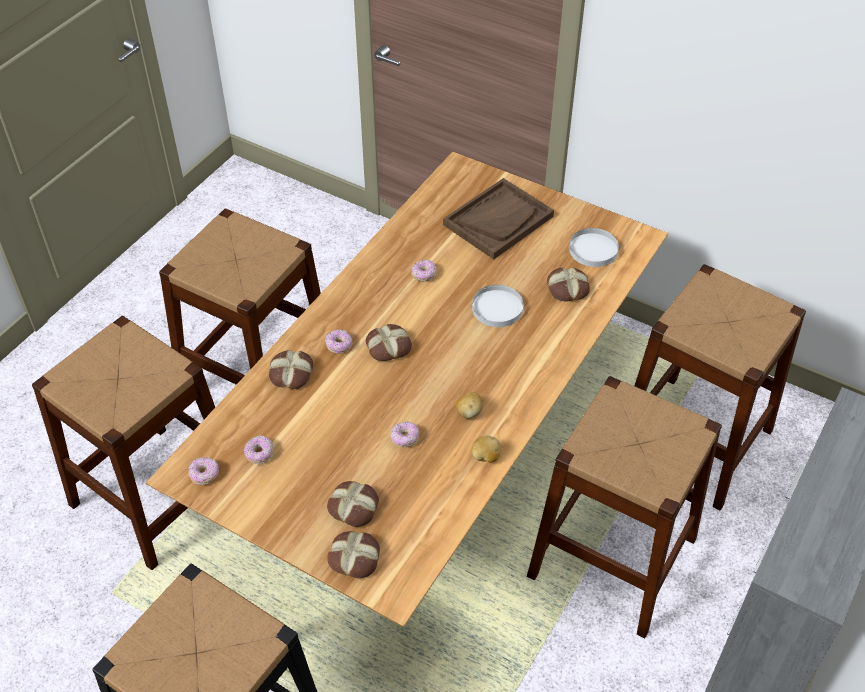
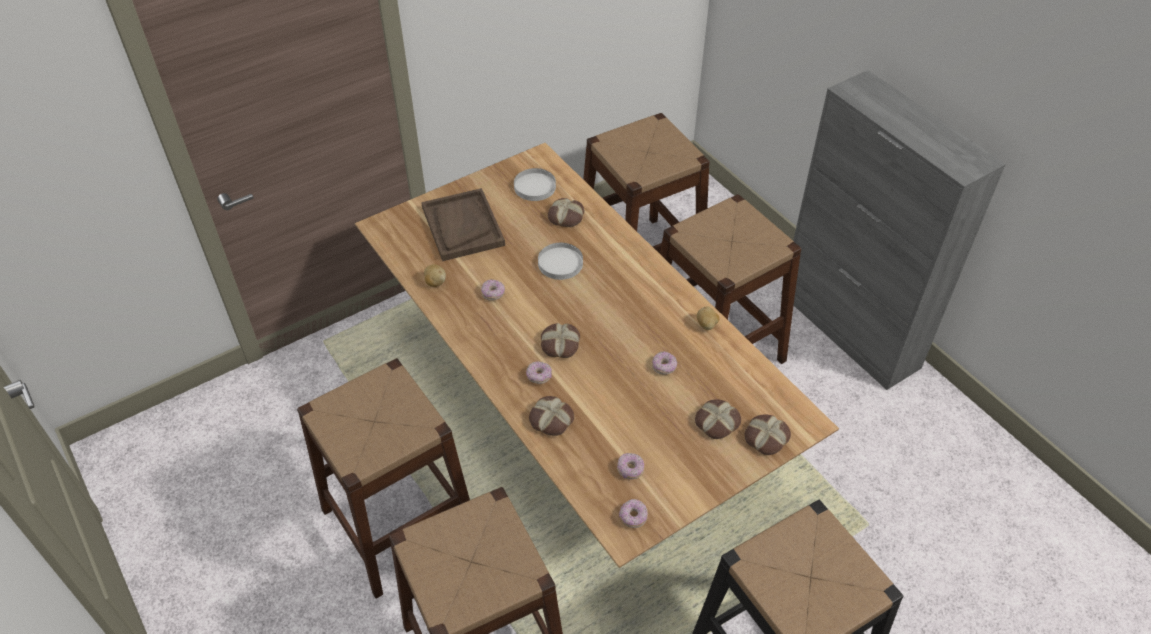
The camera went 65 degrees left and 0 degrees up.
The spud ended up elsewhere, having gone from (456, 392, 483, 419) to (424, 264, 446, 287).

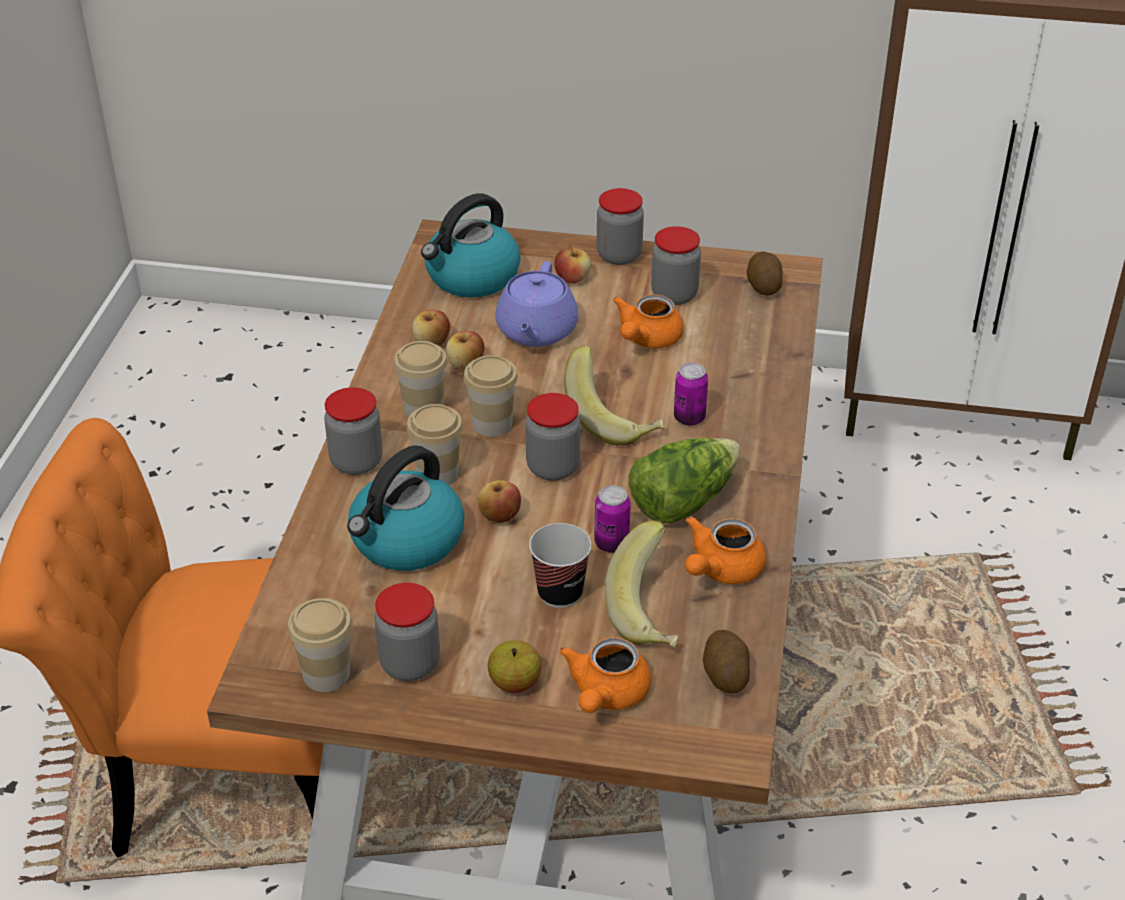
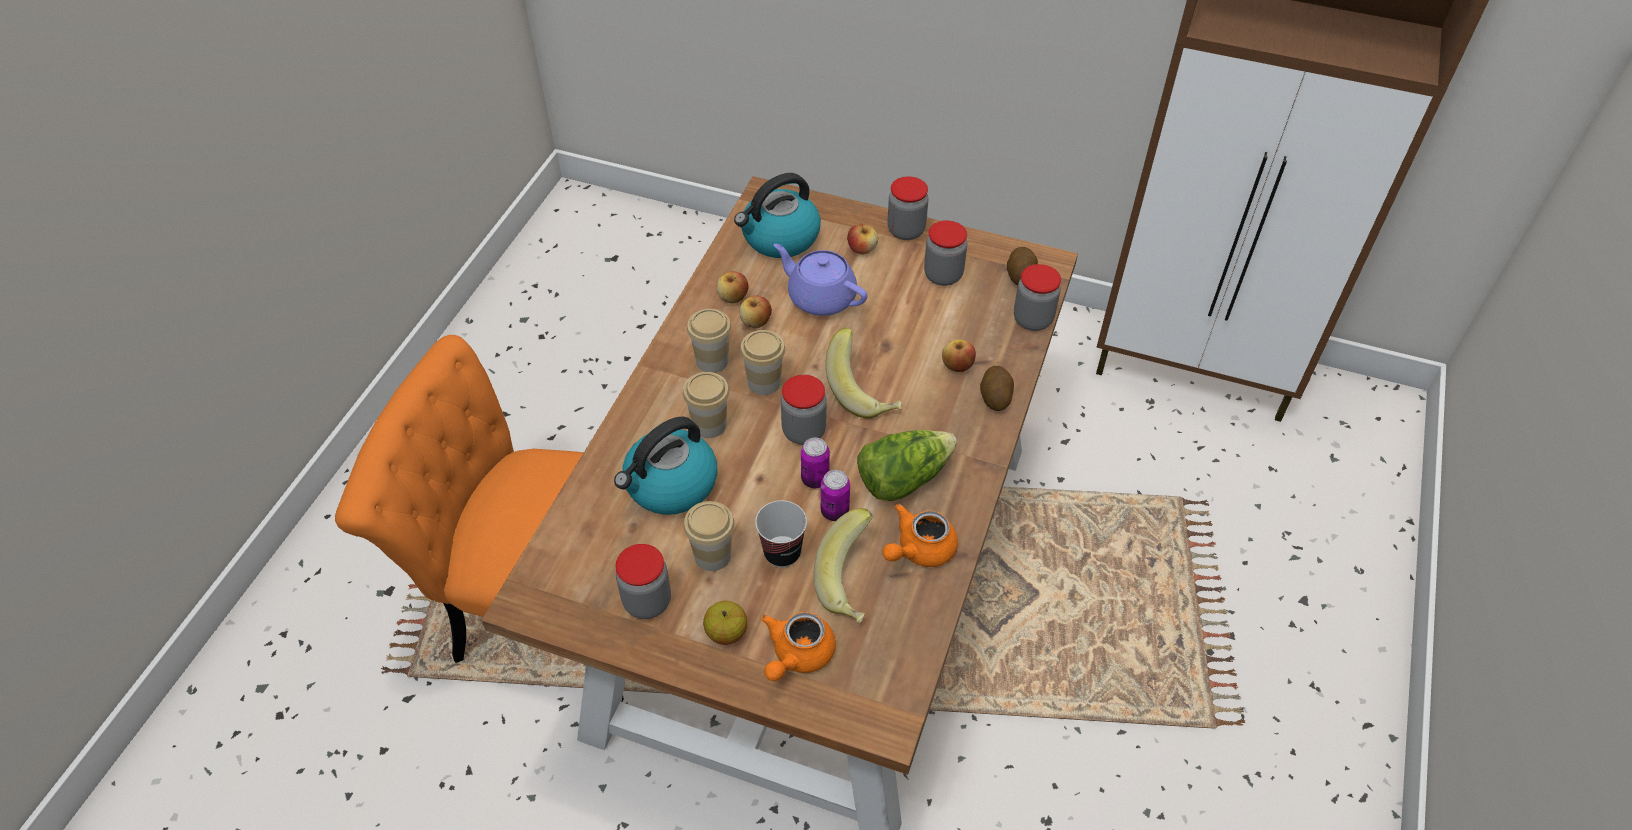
The camera went 10 degrees right and 10 degrees up.
The second view lost the pot for tea/orangey at (613, 294, 684, 348).
The drinking cup ended up elsewhere, having gone from (288, 598, 352, 692) to (684, 501, 734, 571).
The storage jar ended up elsewhere, having gone from (324, 387, 382, 475) to (1014, 264, 1061, 331).
The whole apple ended up elsewhere, having gone from (477, 481, 521, 523) to (942, 340, 976, 372).
The can ended up elsewhere, having gone from (674, 363, 708, 426) to (801, 437, 830, 488).
The spud ended up elsewhere, having gone from (703, 630, 750, 694) to (980, 366, 1014, 411).
The pot for tea/purplish at (496, 261, 578, 347) ended up facing another way, 105 degrees clockwise from before.

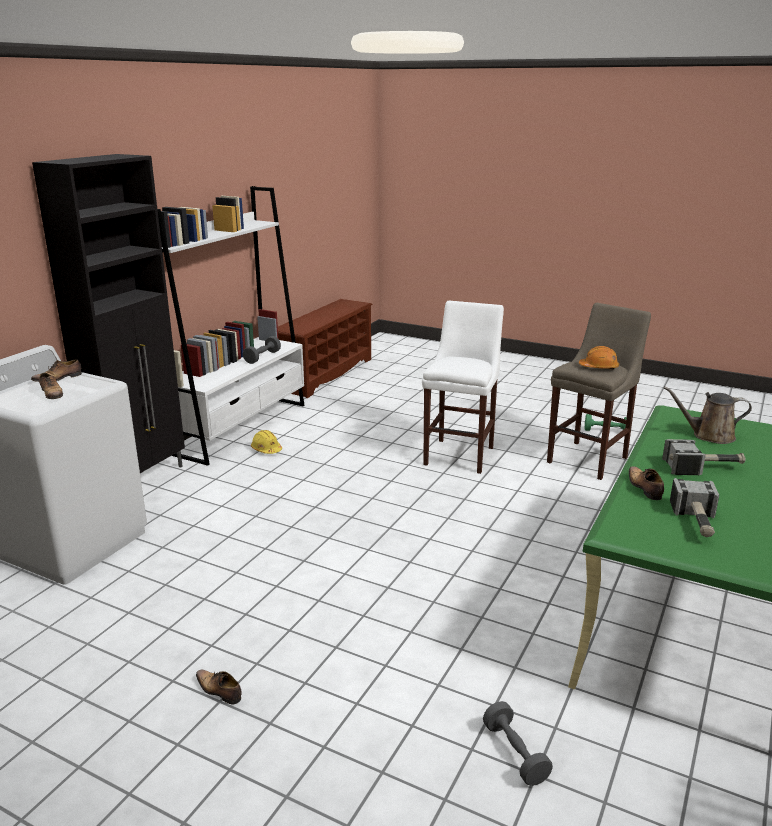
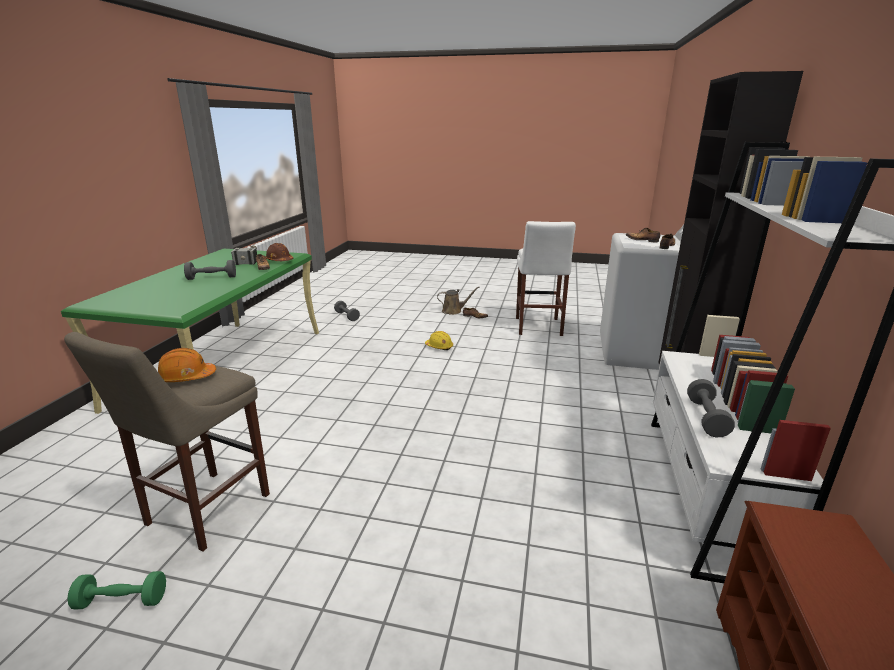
The camera went 165 degrees right and 0 degrees up.
The second view gained the work helmet/brown-coloured at (266, 243, 293, 261).
The work helmet/yellowish ended up elsewhere, having gone from (251, 430, 282, 454) to (425, 331, 453, 351).
The stool seat/white-coloured ended up elsewhere, having gone from (422, 300, 504, 474) to (516, 221, 576, 336).
The watering pot/brown-coloured ended up elsewhere, having gone from (664, 386, 752, 444) to (437, 287, 479, 315).
Where the hammer stood at (662, 439, 745, 475), the hand weight/greyish came to stand at (184, 260, 236, 280).

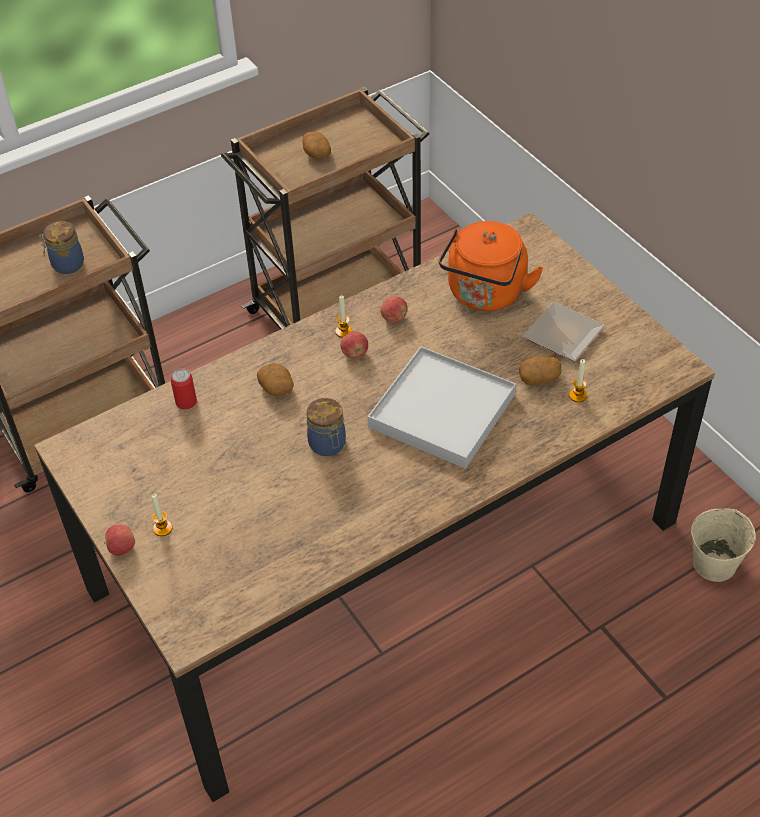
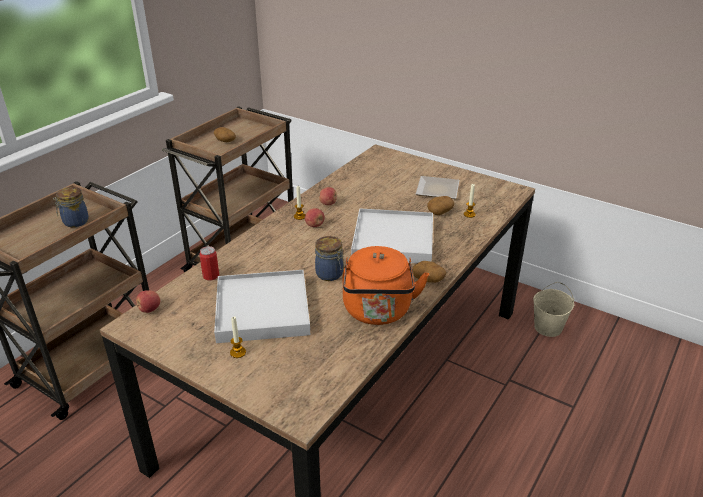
The camera went 25 degrees left and 15 degrees down.
The second view gained the carrying tray/white-coloured at (214, 270, 310, 343).
The whole apple ended up elsewhere, having gone from (104, 525, 135, 556) to (136, 290, 160, 313).
The spud ended up elsewhere, having gone from (257, 363, 294, 397) to (412, 261, 446, 283).
The tea kettle/orangey ended up elsewhere, having gone from (439, 221, 543, 311) to (343, 246, 429, 325).

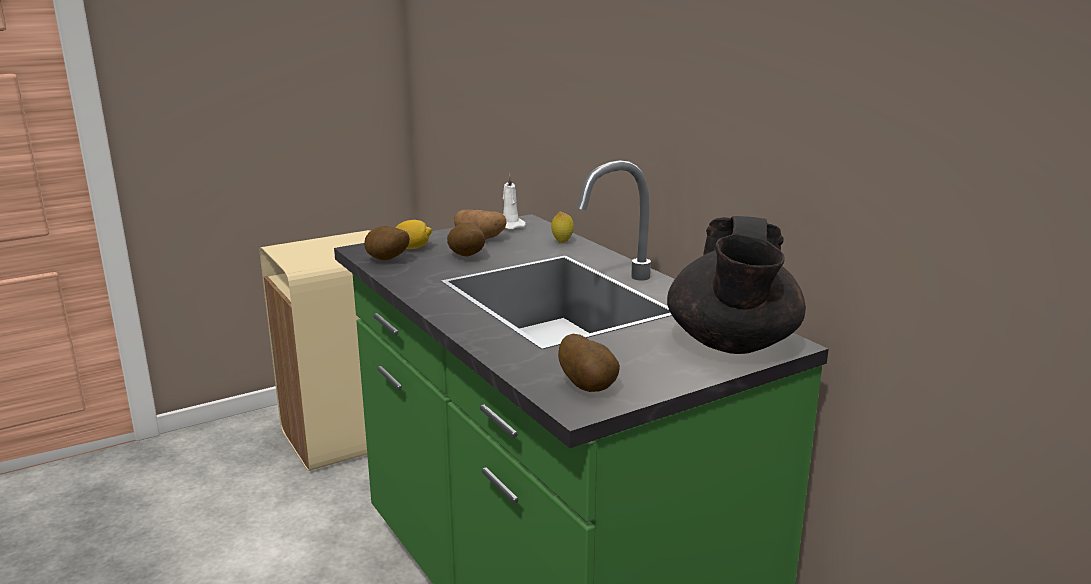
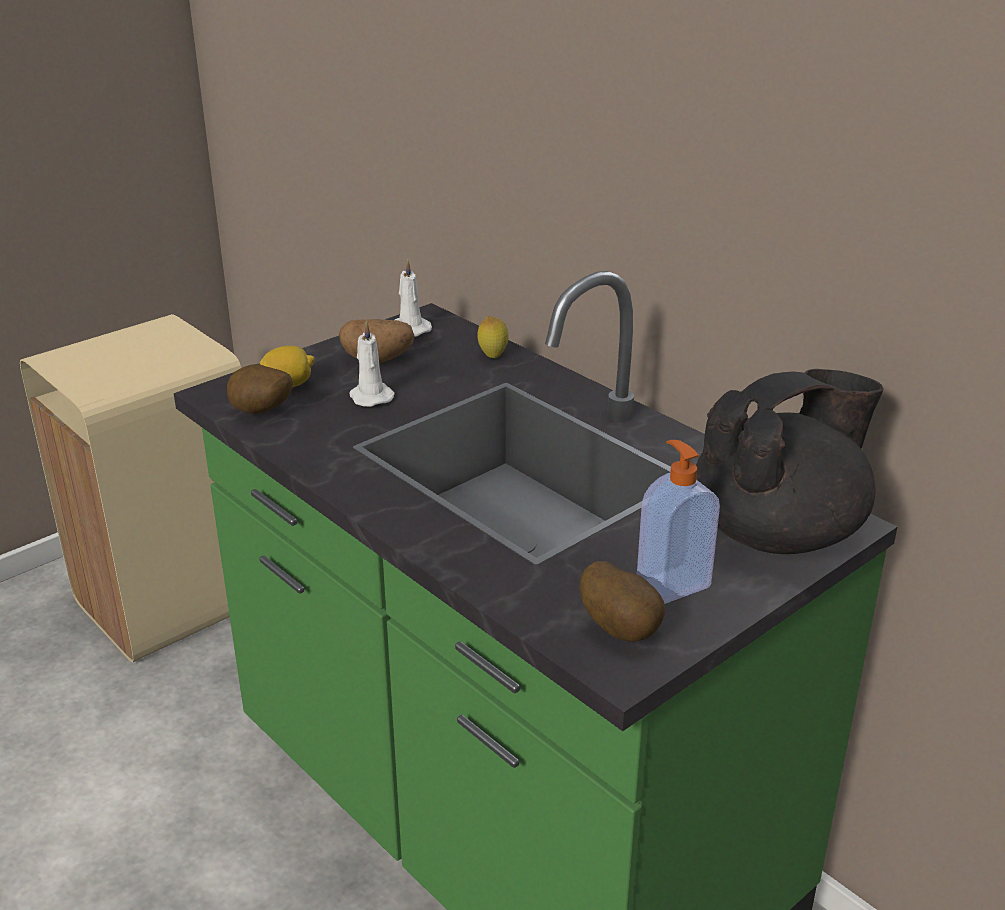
The camera went 10 degrees left and 10 degrees up.
The second view gained the soap bottle at (637, 440, 720, 604).
Where the spud stood at (447, 223, 485, 257), the candle/white-coloured came to stand at (349, 321, 395, 407).
The pot for tea/black-coloured at (667, 216, 806, 354) ended up facing another way, 120 degrees counterclockwise from before.

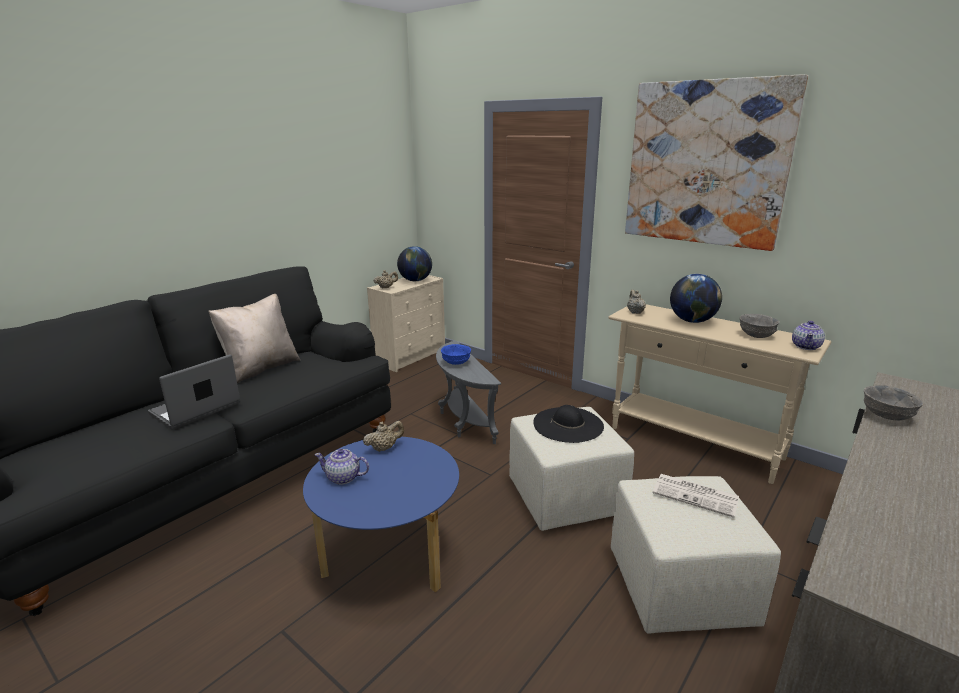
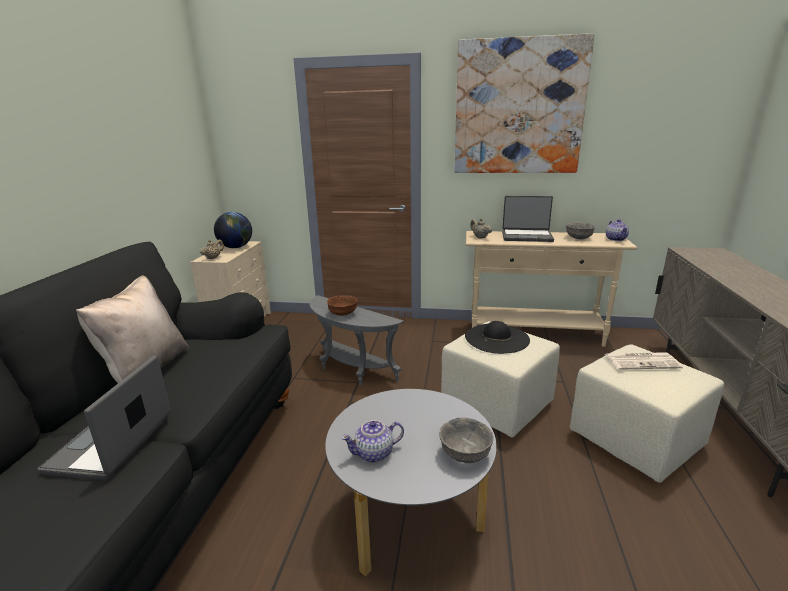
The camera went 30 degrees left and 0 degrees up.
The second view lost the pot for tea/sand-coloured at (363, 421, 404, 452).
The deep dish/greyish ended up elsewhere, having gone from (864, 385, 923, 421) to (439, 418, 494, 463).
Where the desk globe stood at (670, 274, 722, 323), the laptop came to stand at (502, 196, 554, 242).
What was the coffee table/blue-coloured at (303, 437, 459, 592) turned into the coffee table/greyish at (325, 389, 497, 577).
What was the deep dish/blue-coloured at (441, 344, 471, 365) turned into the deep dish/brown-coloured at (327, 295, 358, 316).

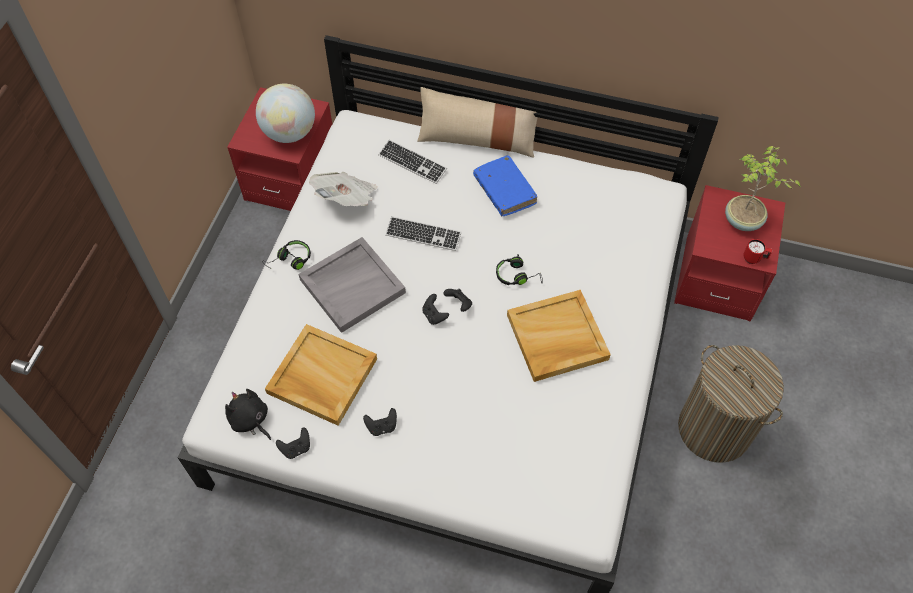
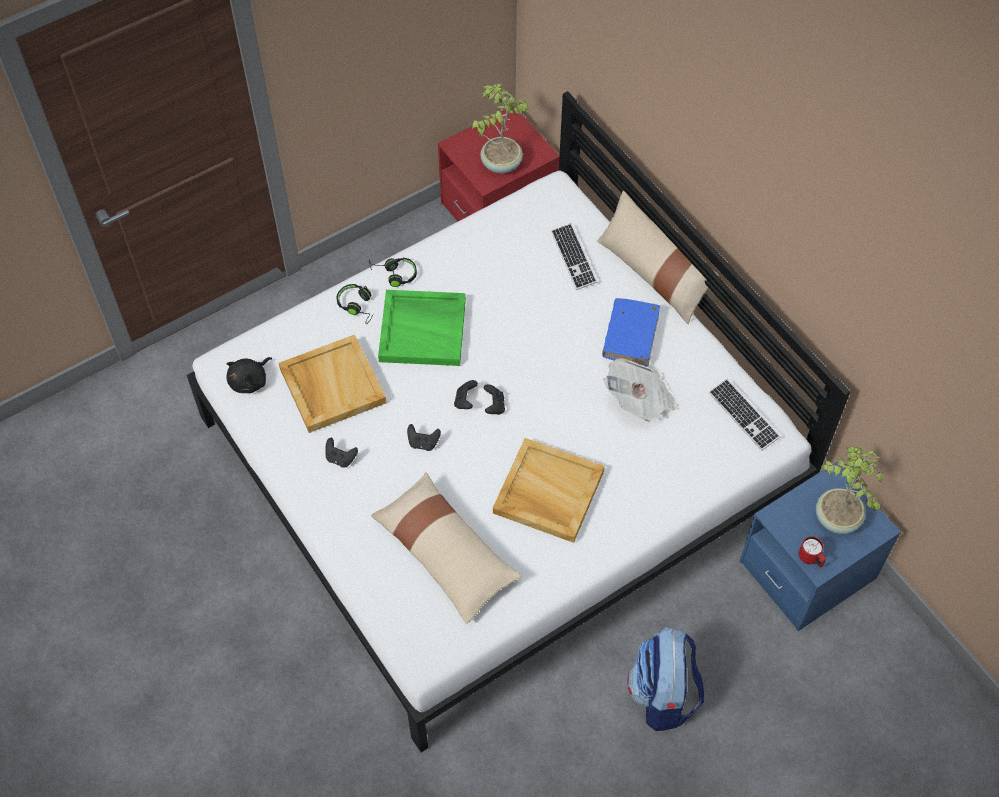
The camera went 40 degrees right and 0 degrees up.
The second view gained the throw pillow/sand-coloured at (371, 472, 522, 624).
The joypad/black-coloured ended up elsewhere, having gone from (276, 427, 310, 459) to (407, 424, 441, 451).
The printed paper ended up elsewhere, having gone from (309, 172, 377, 206) to (603, 358, 679, 421).
The PC keyboard ended up elsewhere, having gone from (386, 216, 461, 251) to (709, 379, 781, 451).
The headphones/black-coloured ended up elsewhere, having gone from (496, 254, 543, 285) to (336, 284, 373, 324).
Where the desk globe stood at (256, 84, 315, 143), the potted plant came to stand at (472, 84, 529, 173).
Where the laundry basket stood at (678, 345, 784, 463), the knapsack came to stand at (627, 627, 704, 731).
What was the carrying tray/greyish at (299, 237, 406, 333) turned into the carrying tray/green-coloured at (378, 290, 466, 366).
What was the bedside table/red-coloured at (674, 185, 785, 322) turned into the bedside table/blue-coloured at (740, 462, 901, 631).
The plush toy/black-coloured at (225, 389, 271, 440) ended up facing another way, 135 degrees counterclockwise from before.

